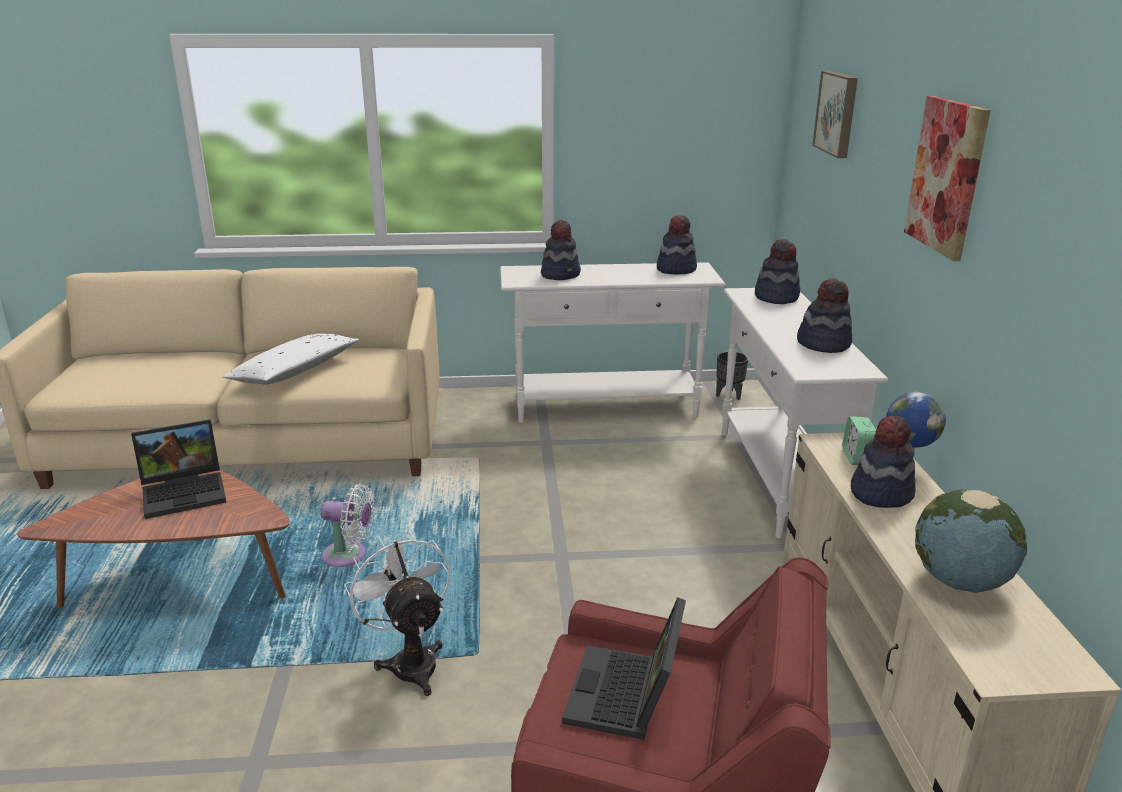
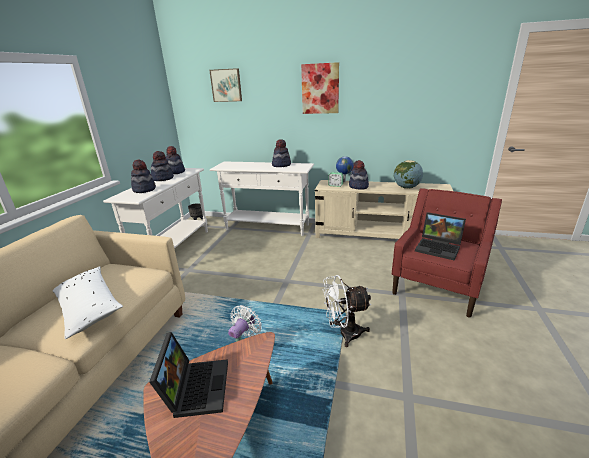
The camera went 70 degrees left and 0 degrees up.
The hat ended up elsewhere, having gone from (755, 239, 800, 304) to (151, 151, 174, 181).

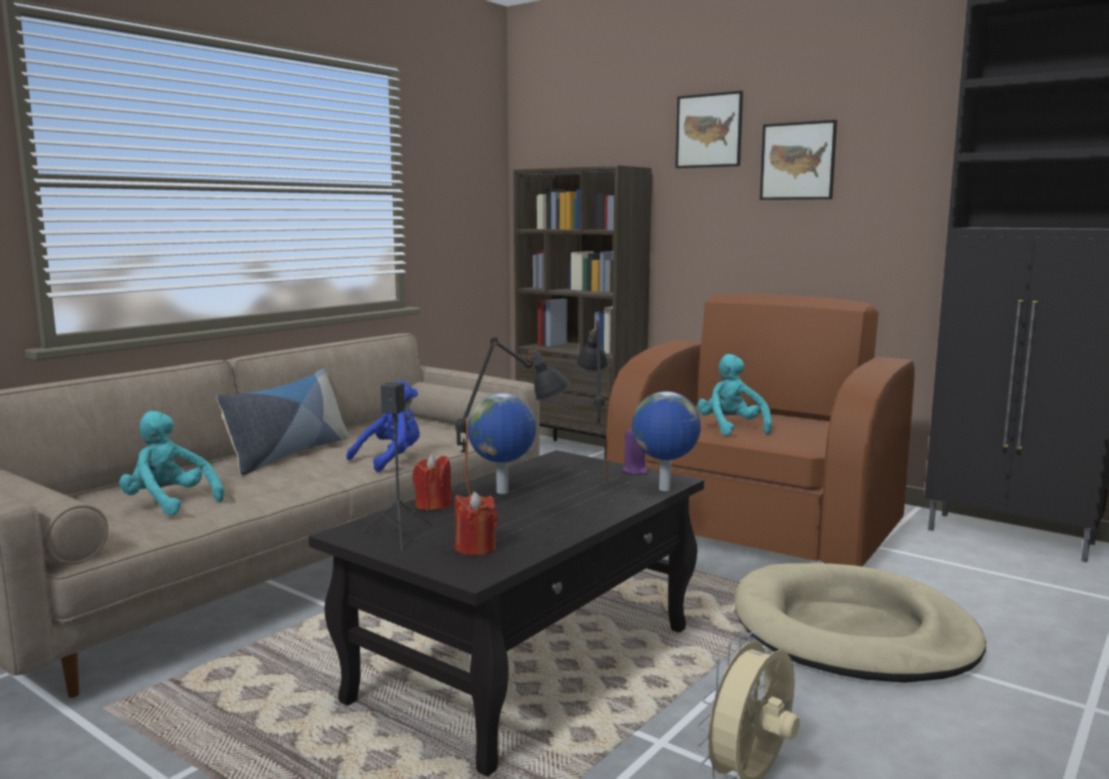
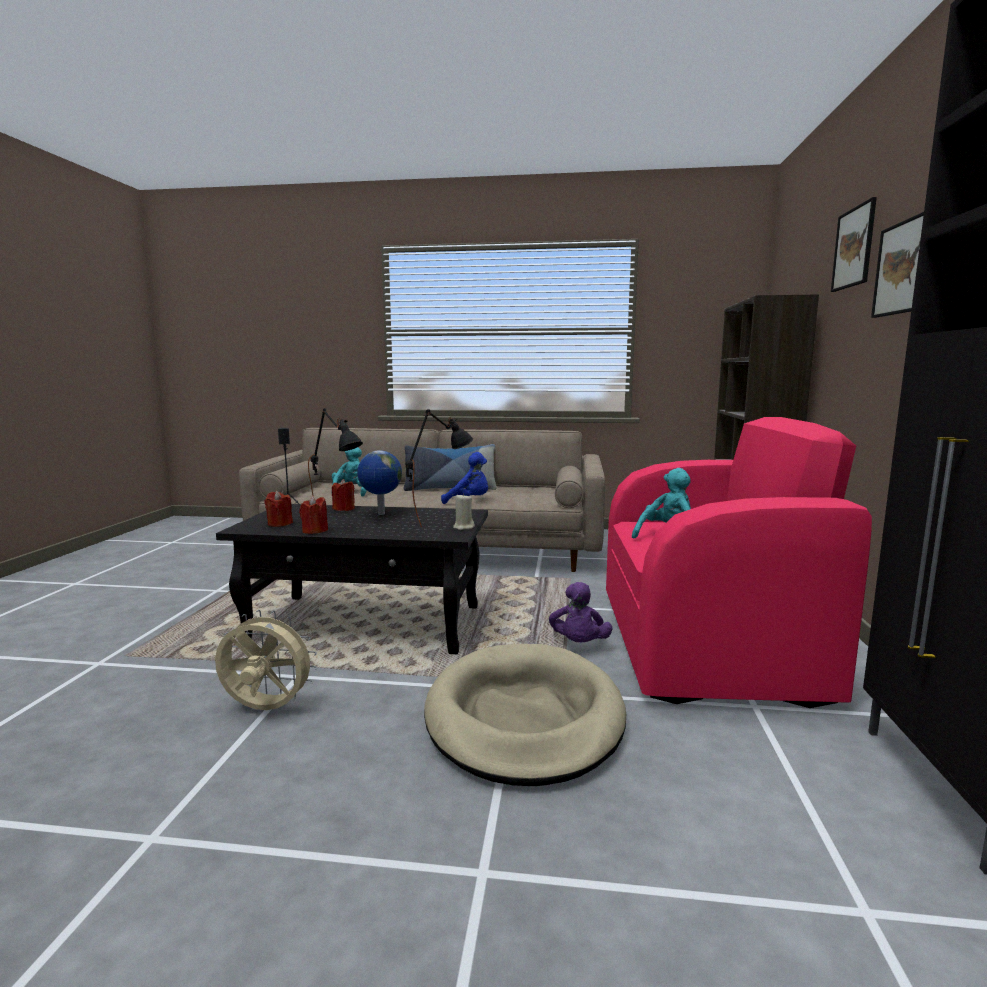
The camera went 60 degrees right and 0 degrees up.
The second view lost the desk globe at (632, 391, 701, 491).
The second view gained the candle/red-coloured at (299, 496, 328, 534).
The second view gained the plush toy/purplish at (549, 582, 613, 642).
What was the lounge chair/brown-coloured at (606, 293, 915, 567) turned into the lounge chair/pink-coloured at (606, 417, 872, 708).
What was the candle/purplish at (623, 429, 648, 475) turned into the candle/sand-coloured at (453, 493, 475, 530).

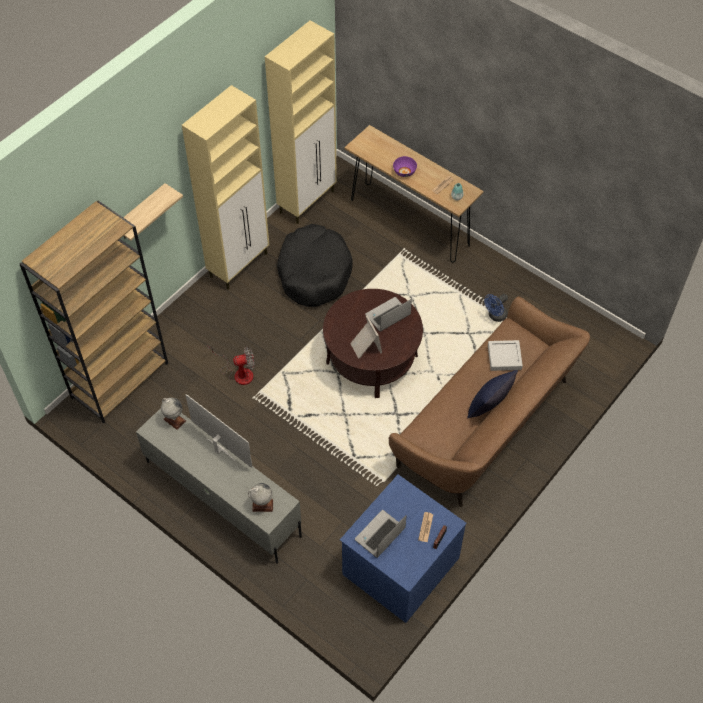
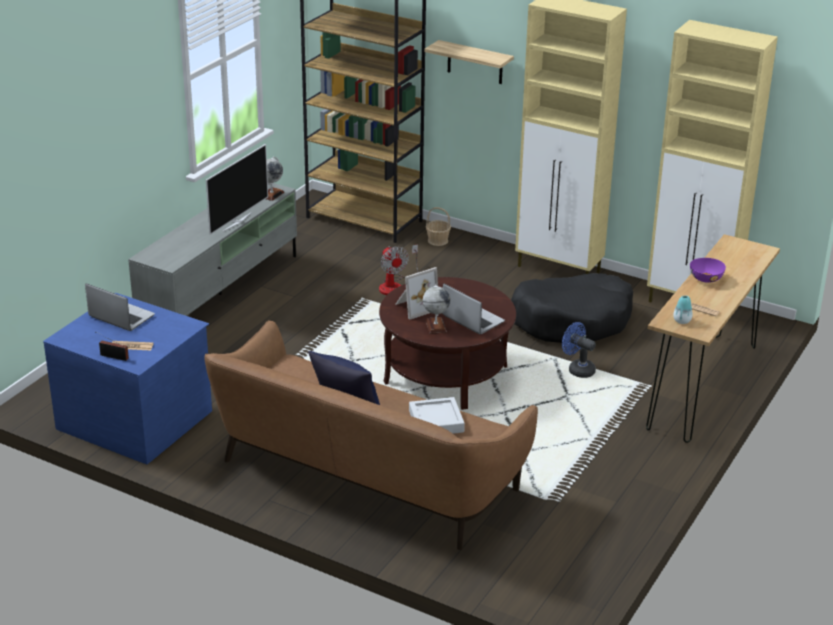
The camera went 80 degrees right and 25 degrees down.
The second view gained the household basket at (426, 207, 451, 246).
The desk globe ended up elsewhere, having gone from (248, 483, 273, 512) to (423, 284, 450, 334).
The cooling fan/blue-coloured ended up elsewhere, having gone from (484, 294, 508, 322) to (562, 322, 596, 378).

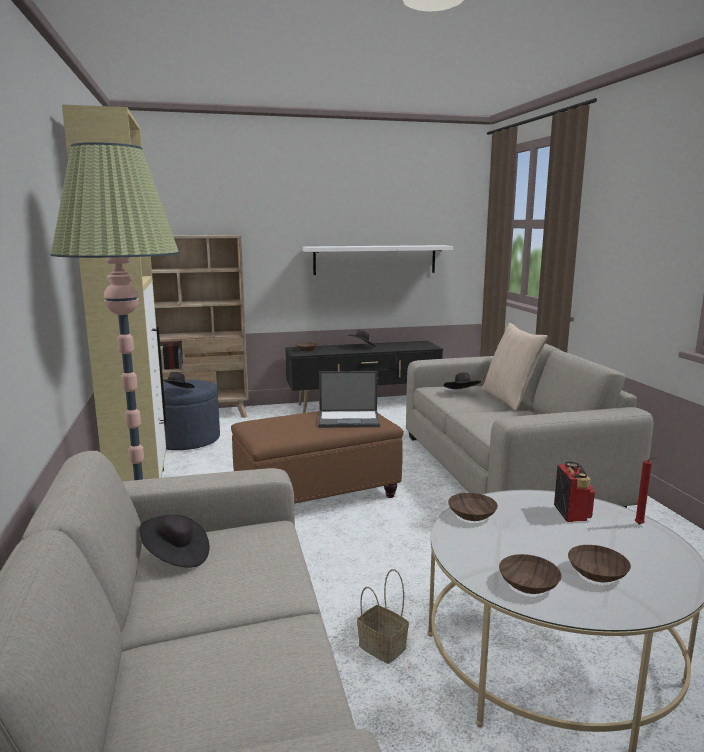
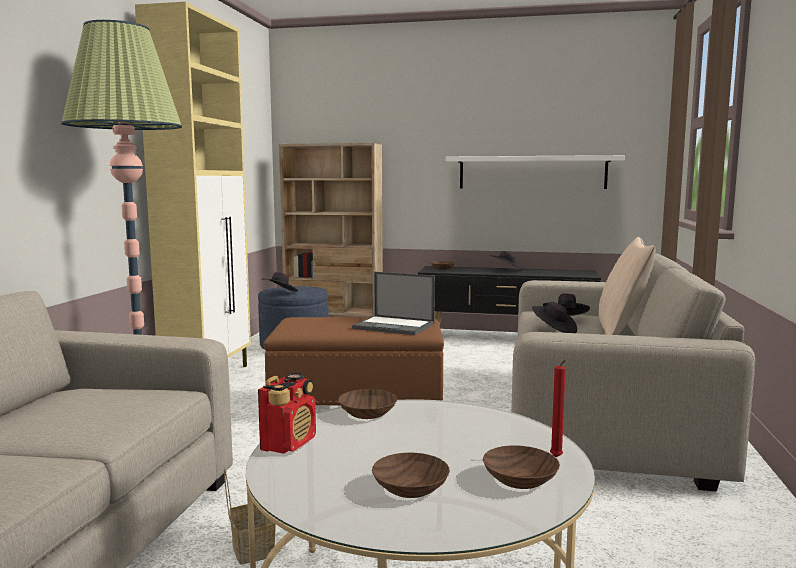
The camera went 25 degrees right and 5 degrees down.
The hat/black-coloured ended up elsewhere, having gone from (139, 515, 210, 568) to (532, 302, 577, 333).
The deep dish/brown-coloured ended up elsewhere, having gone from (499, 554, 562, 594) to (483, 445, 560, 489).
The radio receiver ended up elsewhere, having gone from (554, 461, 595, 522) to (258, 372, 316, 454).

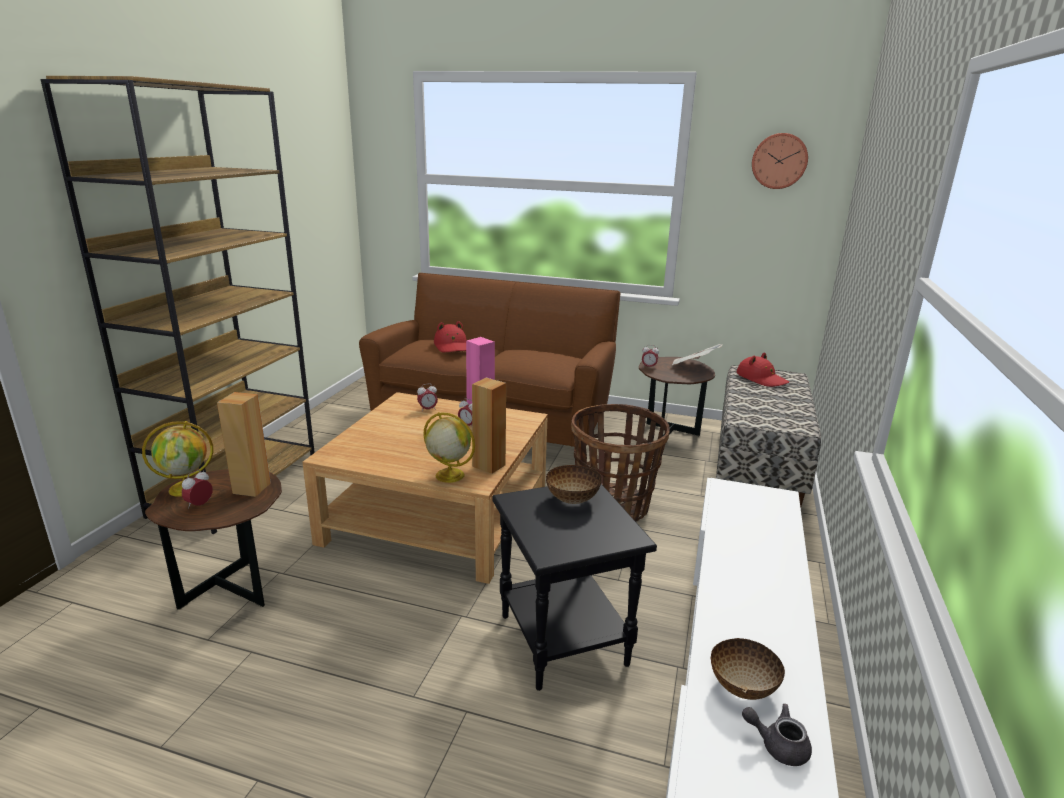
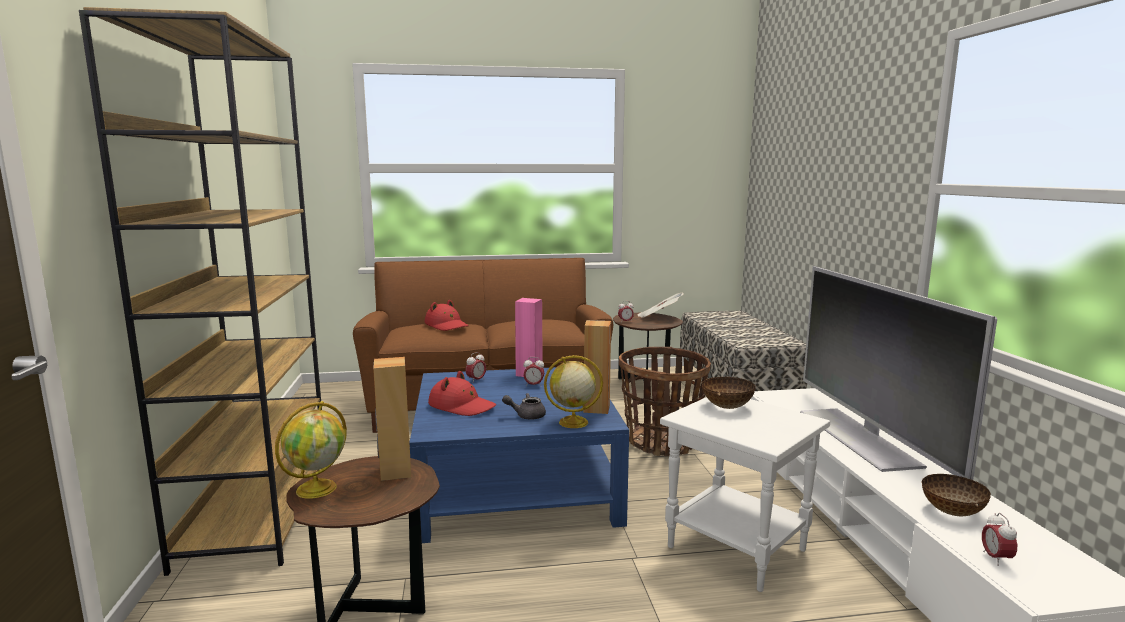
The camera went 25 degrees left and 10 degrees down.
The second view lost the hanging clock at (752, 133, 808, 189).
The second view gained the television at (800, 266, 997, 480).
The bedside clock ended up elsewhere, having gone from (182, 470, 213, 509) to (982, 513, 1017, 566).
The hat/red-coloured ended up elsewhere, having gone from (736, 353, 789, 387) to (428, 371, 496, 416).
The pot for tea/greyish ended up elsewhere, having gone from (742, 704, 812, 766) to (502, 393, 546, 420).
What was the coffee table/sand-coloured at (302, 392, 548, 584) turned into the coffee table/blue-coloured at (409, 367, 629, 543).
What was the accent table/black-coloured at (492, 484, 657, 691) turned into the accent table/white-coloured at (660, 397, 830, 592).

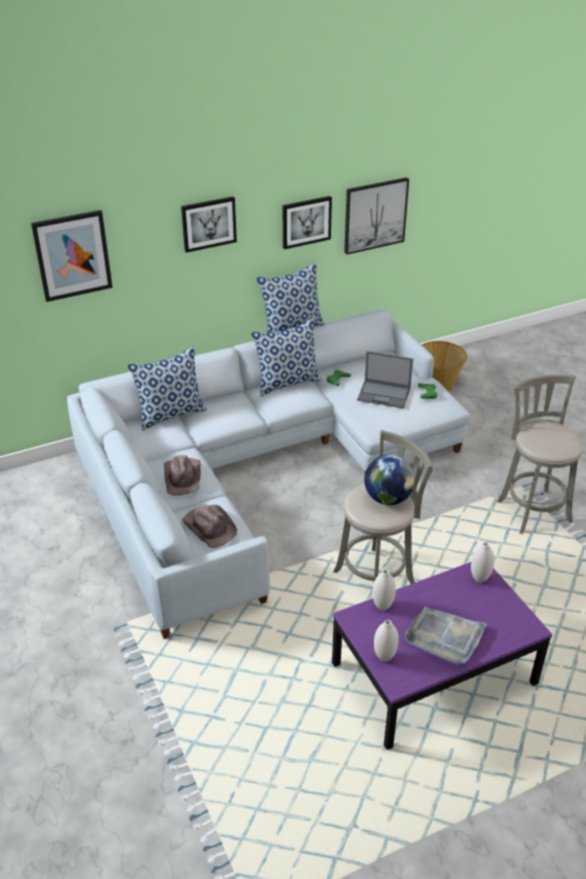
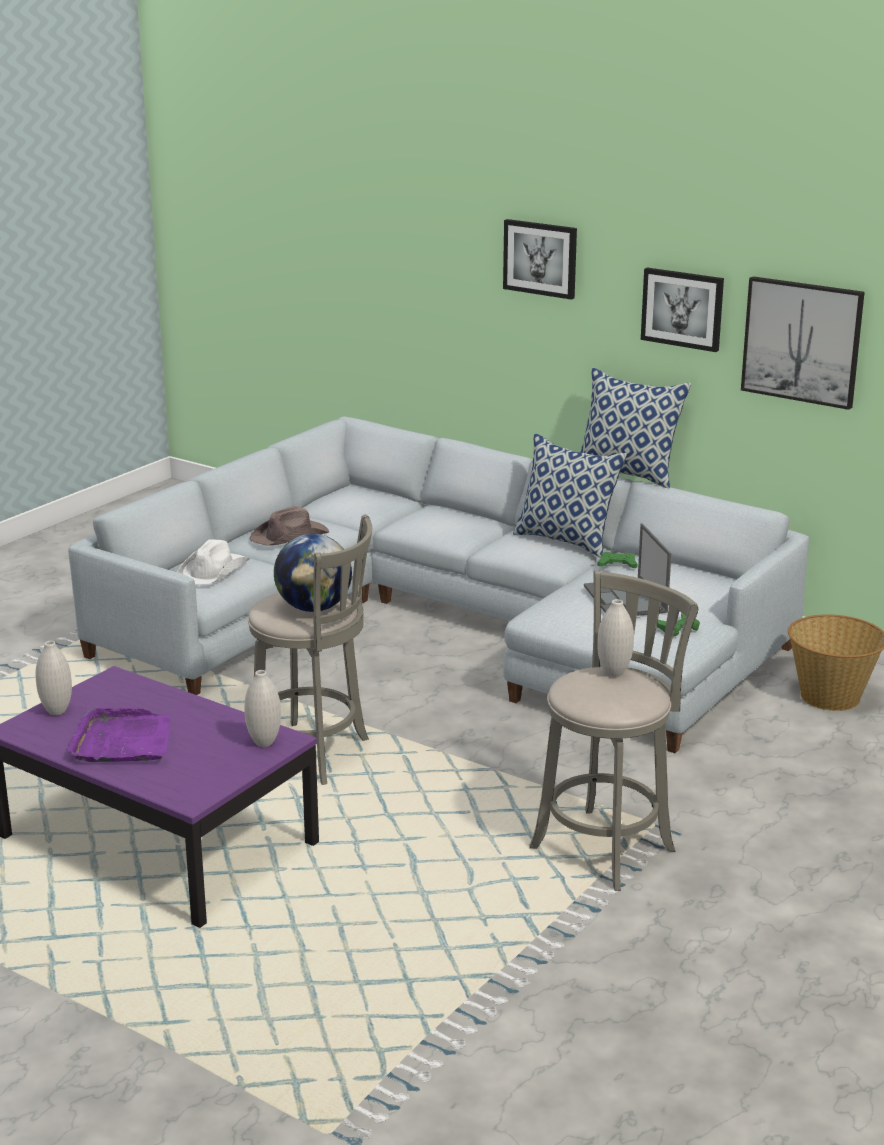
The camera went 60 degrees right and 15 degrees down.
The second view lost the wall picture at (31, 210, 113, 302).
The second view lost the throw pillow at (127, 346, 207, 430).
The decorative vase/white-coloured ended up elsewhere, having gone from (373, 569, 396, 610) to (597, 599, 634, 677).
What was the hat/brown-coloured at (182, 504, 237, 548) turned into the hat/white-coloured at (177, 539, 250, 584).
What was the carrying tray/greyish at (404, 607, 487, 665) turned into the carrying tray/purplish at (67, 708, 170, 762).

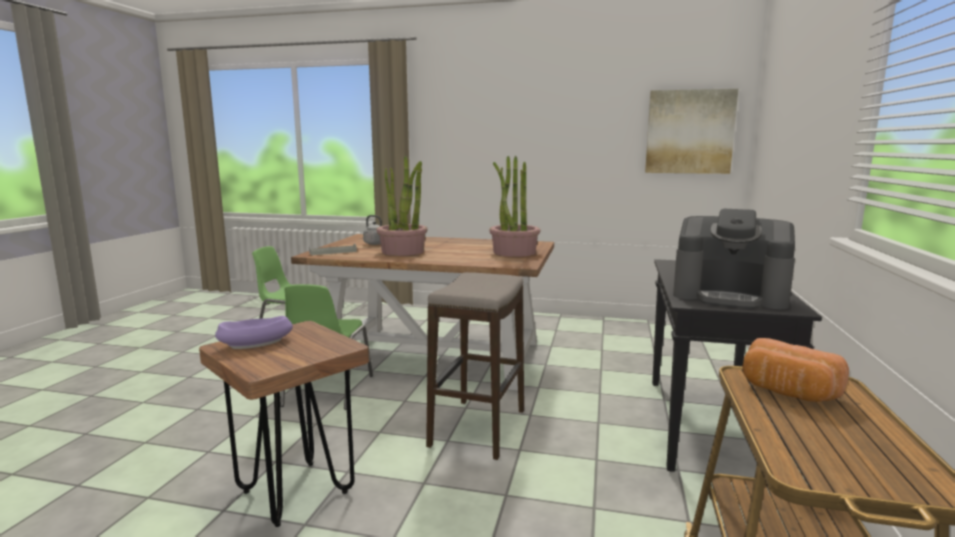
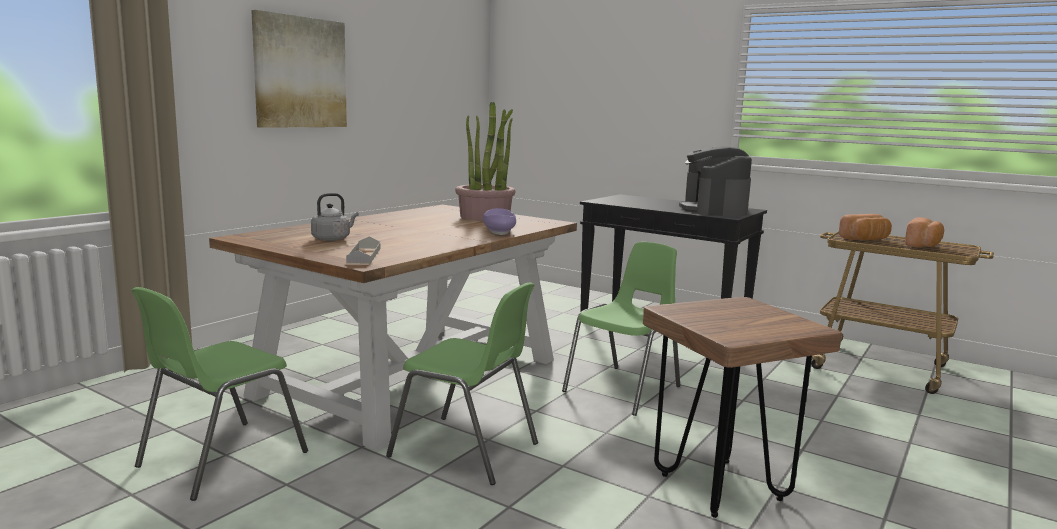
The camera went 70 degrees left and 0 degrees up.
The second view lost the potted plant at (376, 156, 427, 256).
The second view gained the bakery bread at (905, 217, 944, 247).
The deep dish/purplish ended up elsewhere, having gone from (215, 316, 293, 349) to (483, 208, 516, 235).
The wall picture ended up elsewhere, having gone from (645, 89, 738, 174) to (251, 10, 347, 128).
Where the stool seat stood at (426, 272, 524, 460), the upright chair/green-coloured came to stand at (562, 242, 680, 416).
The coffee maker at (673, 209, 795, 309) ended up facing another way, 135 degrees clockwise from before.

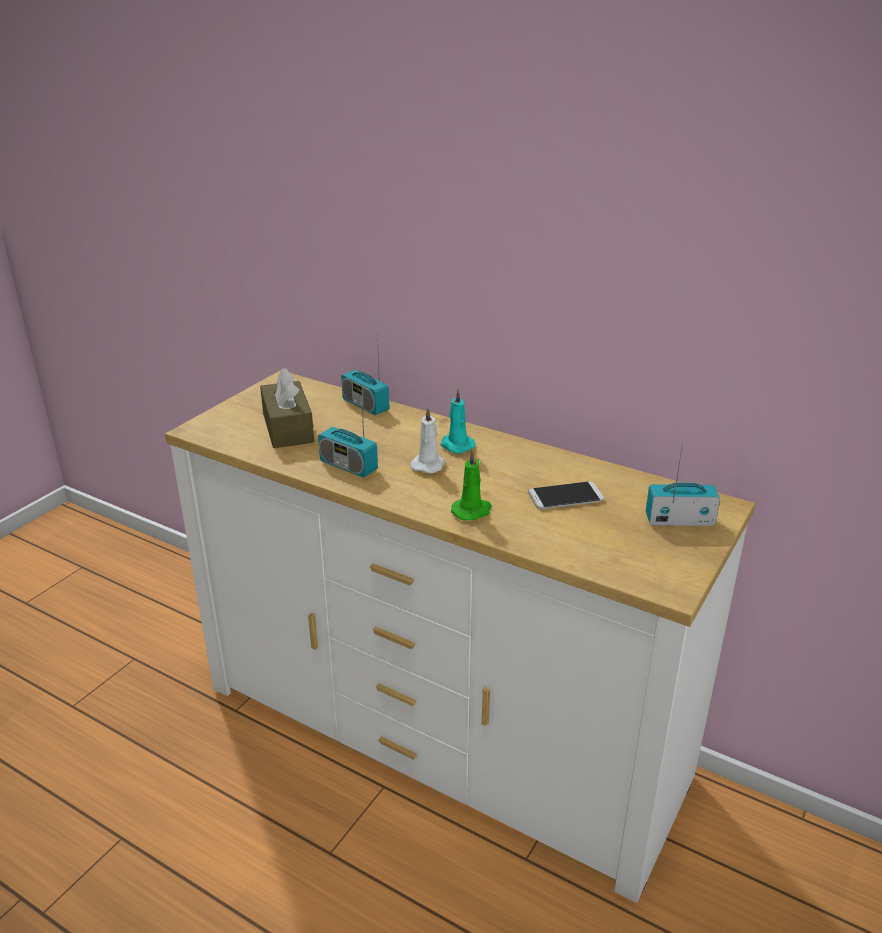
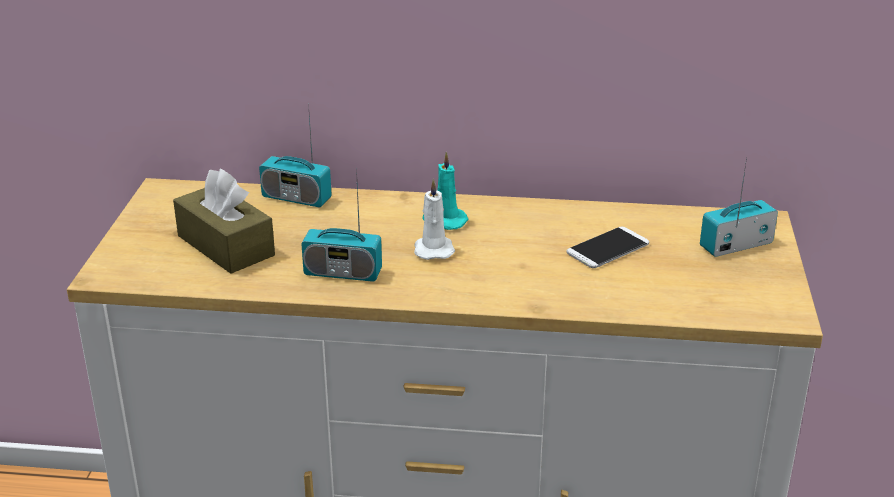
The camera went 25 degrees left and 0 degrees up.
The second view lost the candle/green-coloured at (451, 449, 492, 521).

